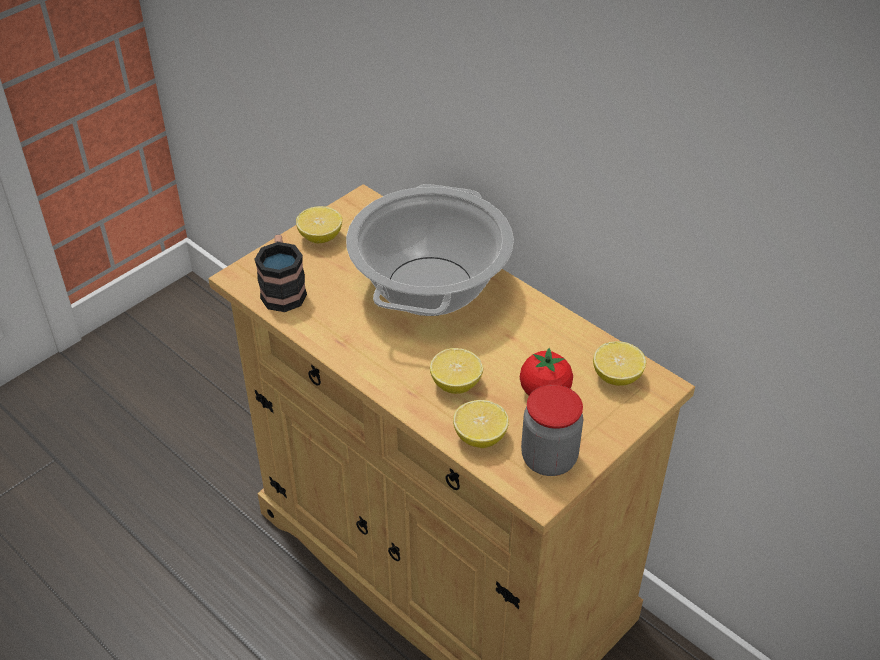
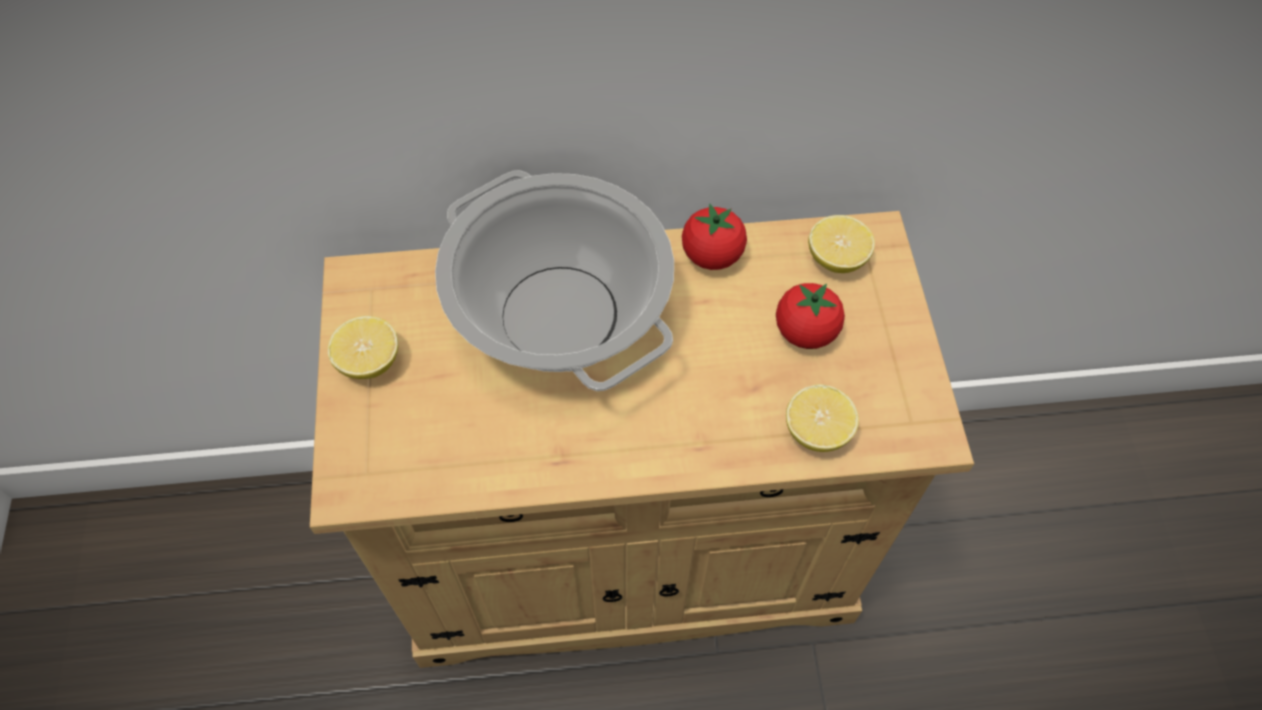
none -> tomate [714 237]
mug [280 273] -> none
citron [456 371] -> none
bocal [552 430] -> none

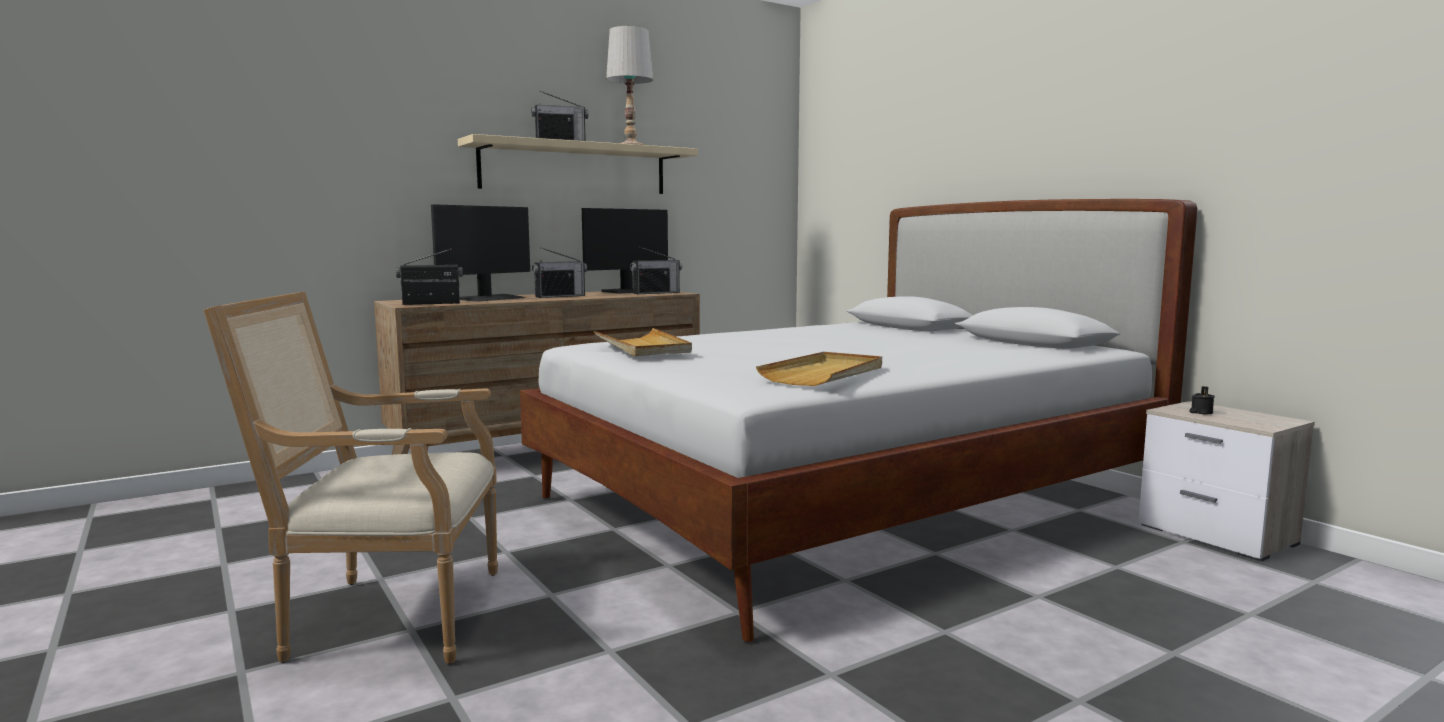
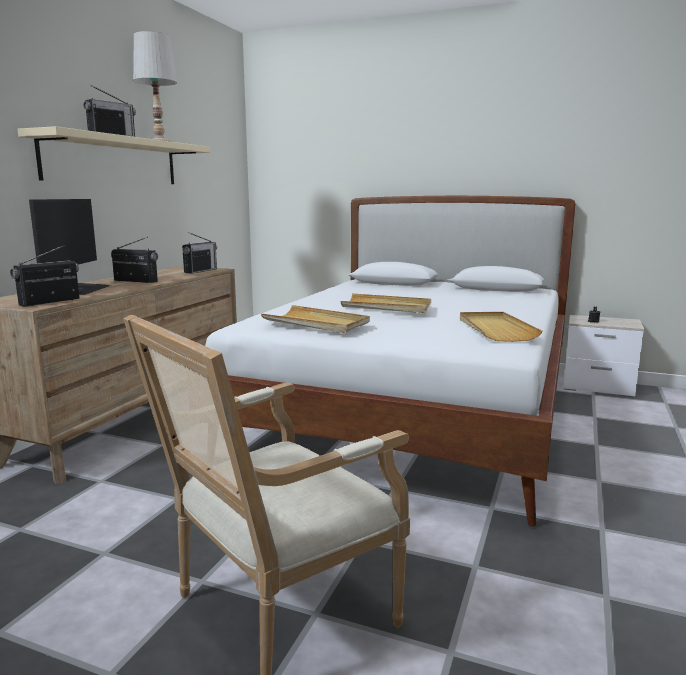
radio [559 272] -> radio [134 260], 90 degrees counterclockwise
none -> plateau [beige] [386 303]
écran d'ordinateur [625 251] -> none

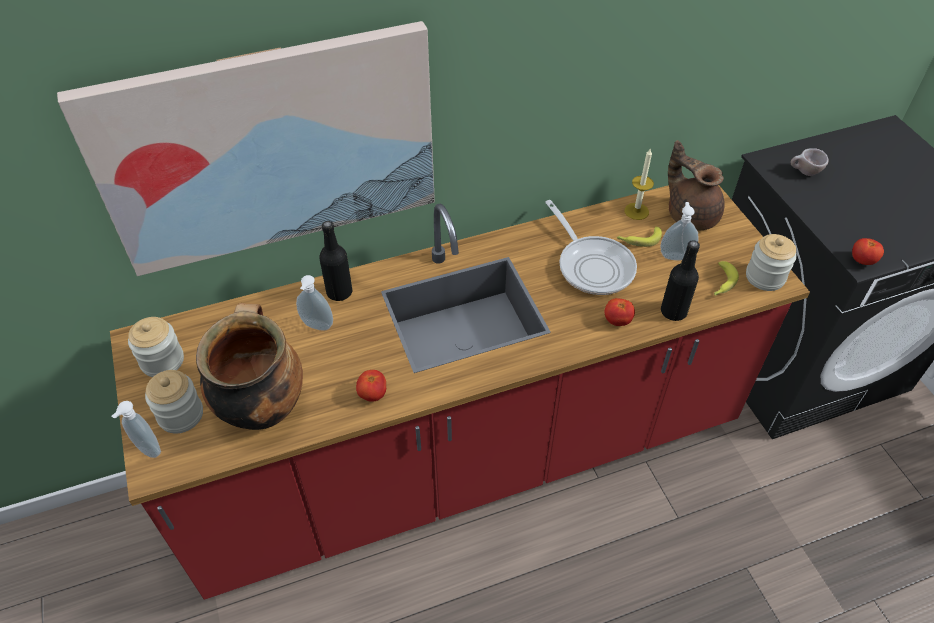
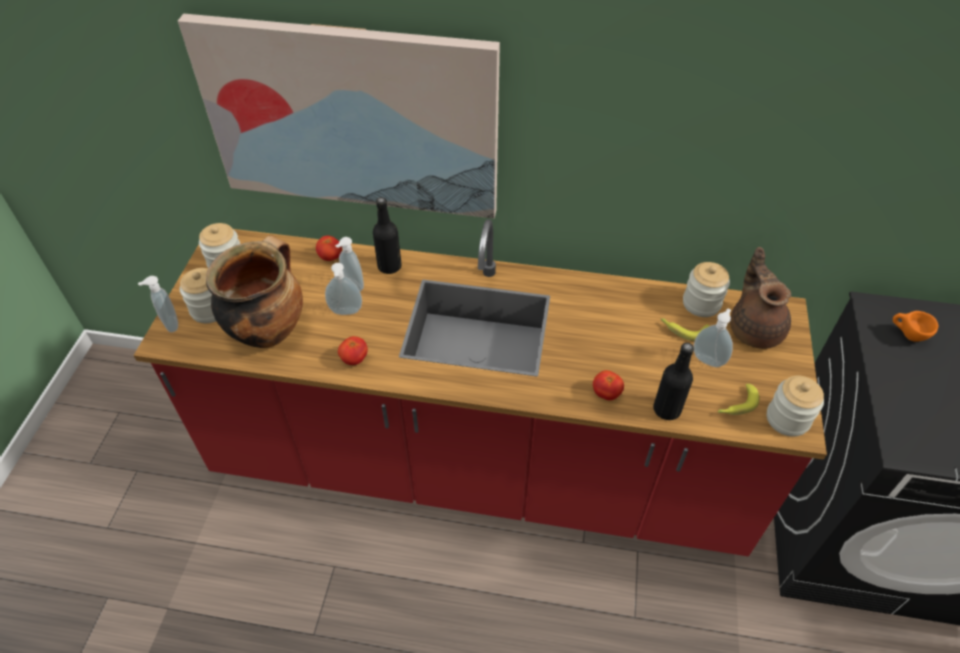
tomate [868 251] -> tomate [329 248], relocated
none -> distributeur de savon [343 289]
bougie [639 184] -> bocal [706 289]
tasse [beige] [810 162] -> tasse [orange] [915 326]
poêle [591 247] -> none

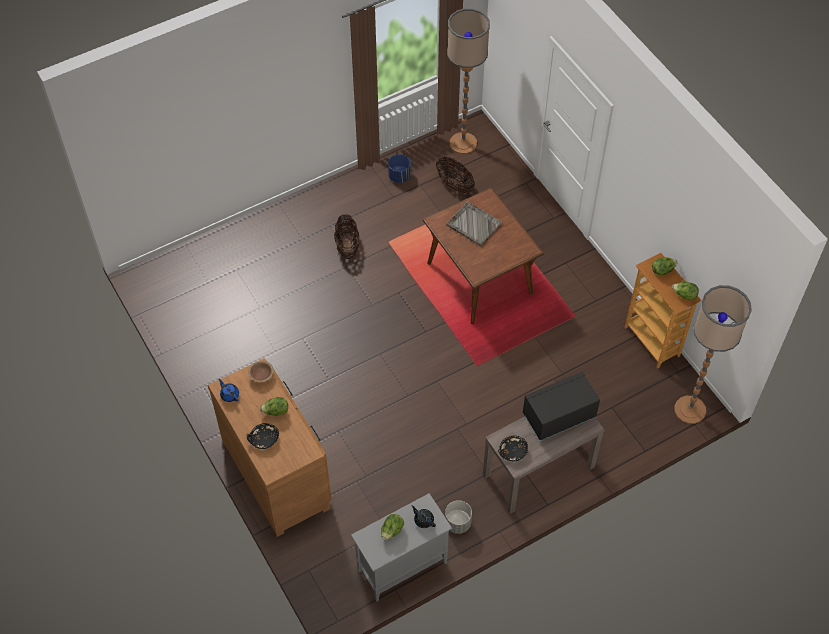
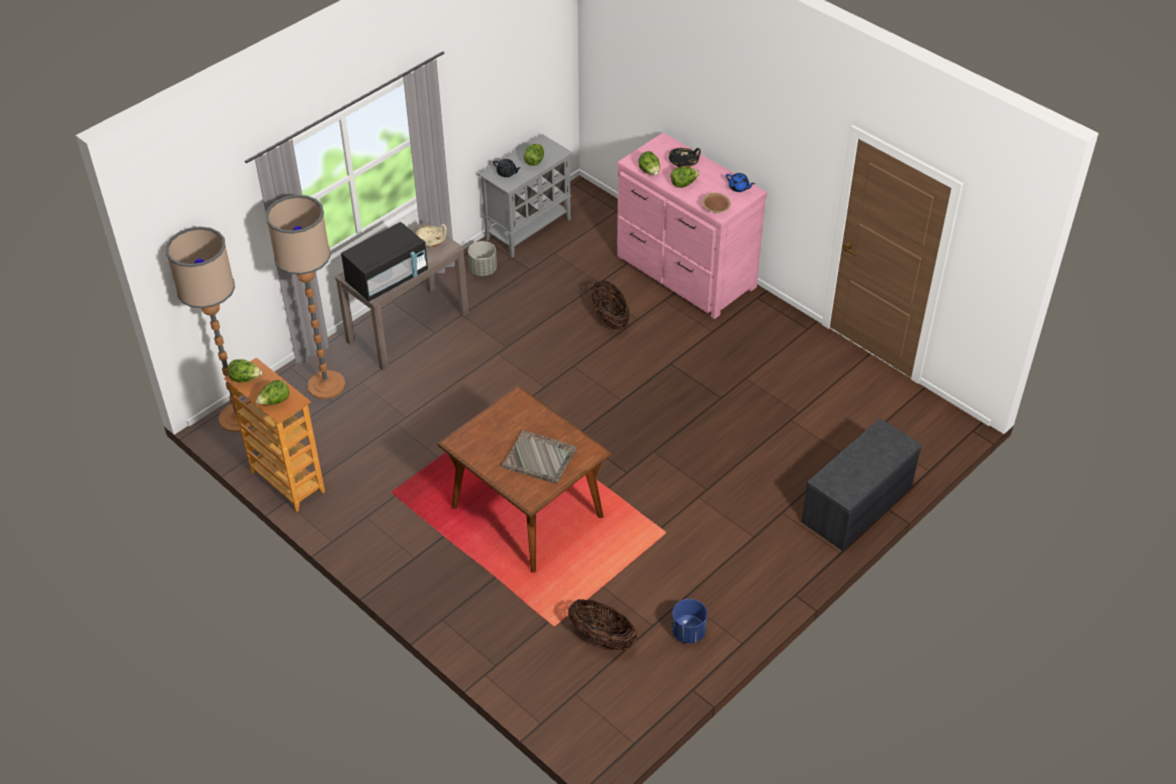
lampadaire [468 81] -> lampadaire [305 297], relocated
bol [noir] [513 448] -> bol [beige] [431 235]
panier [346 236] -> panier [610 305], relocated
commode [marron] [269 447] -> commode [rose] [692 226]
none -> laitue [649 163]
none -> banc [gris] [861 485]

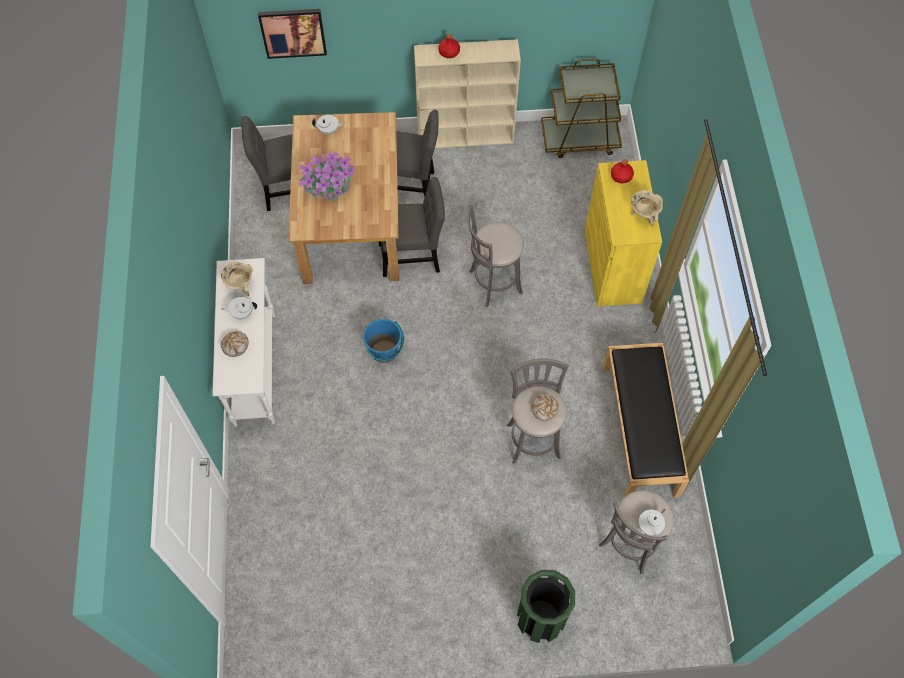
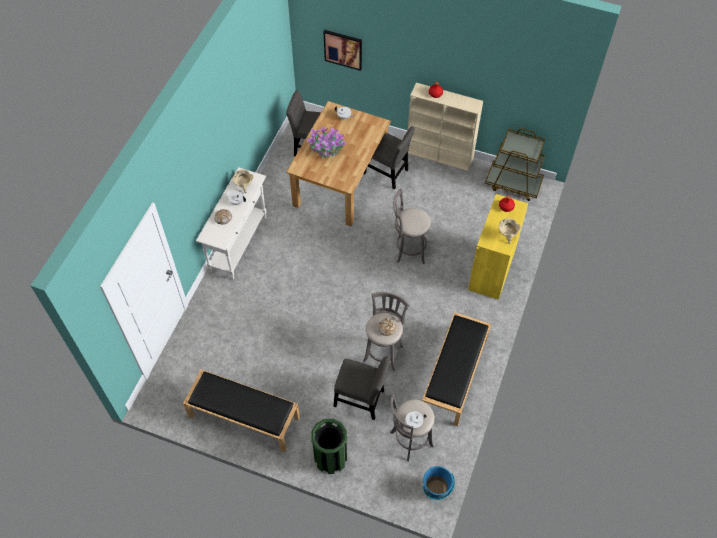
none -> banc [noir] [241 411]
chaise [gris] [412 227] -> chaise [gris] [361 388], relocated
seau [bleu] [383 341] -> seau [bleu] [439 483], relocated

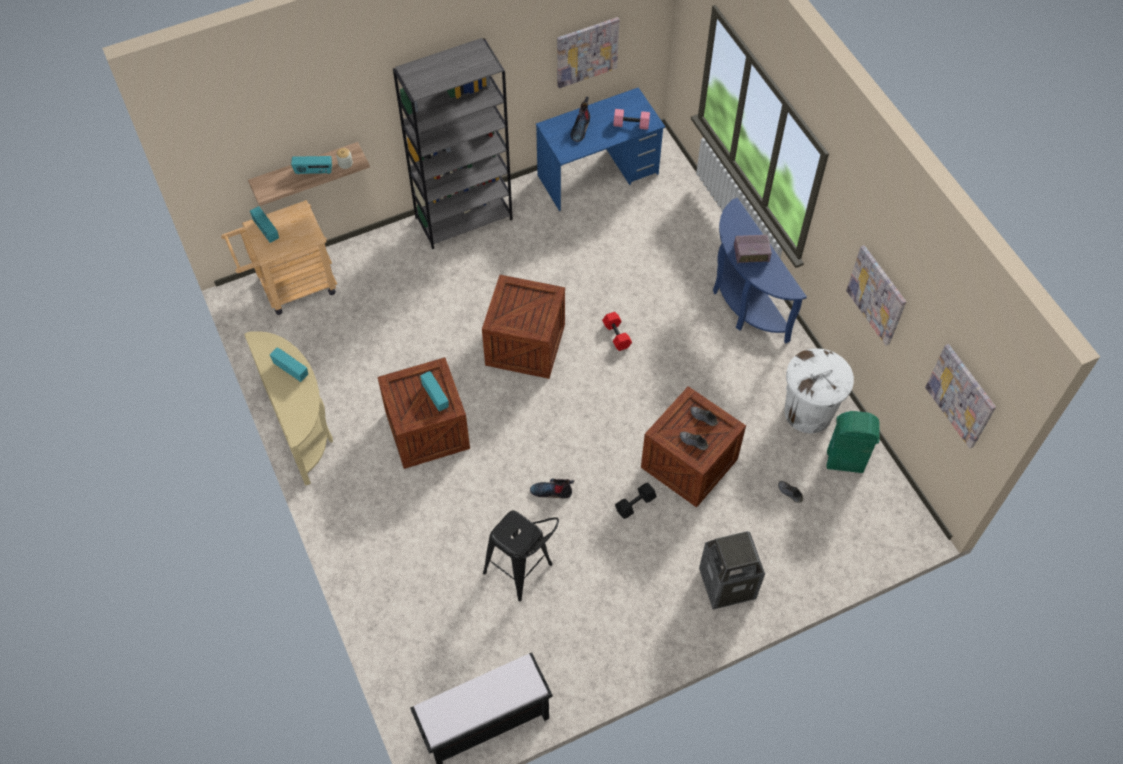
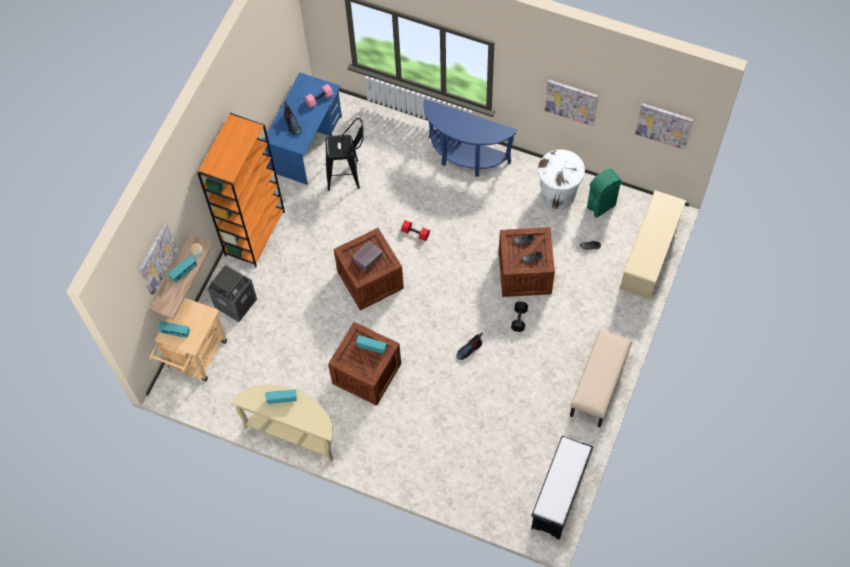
tableau [588 52] -> tableau [158 259], relocated
bibliothèque [gris] [453 143] -> bibliothèque [orange] [241 190]
poubelle [732 570] -> poubelle [232 293], relocated
tabouret [noir] [521 556] -> tabouret [noir] [345 154], relocated
radio [753 249] -> radio [367 256], relocated
none -> banc [beige] [601 378]
none -> étagère à chaussures [beige] [653 244]

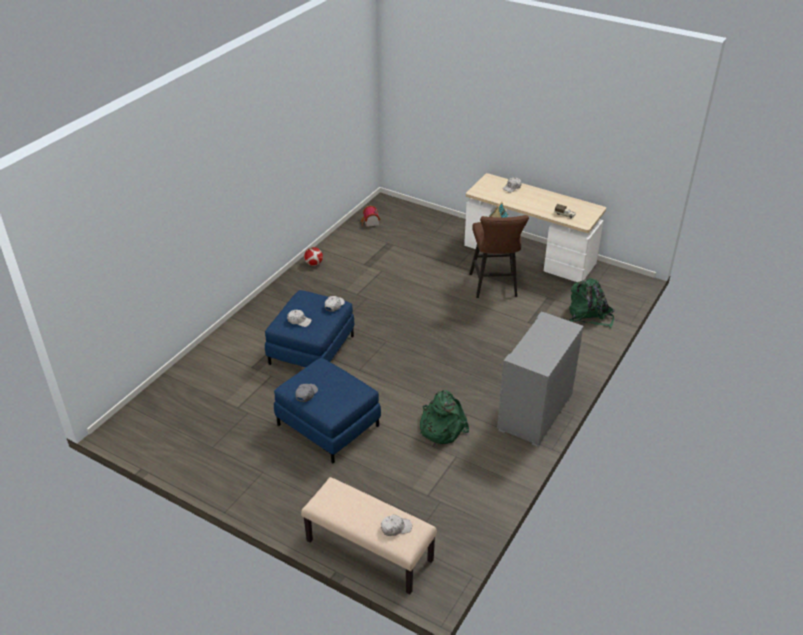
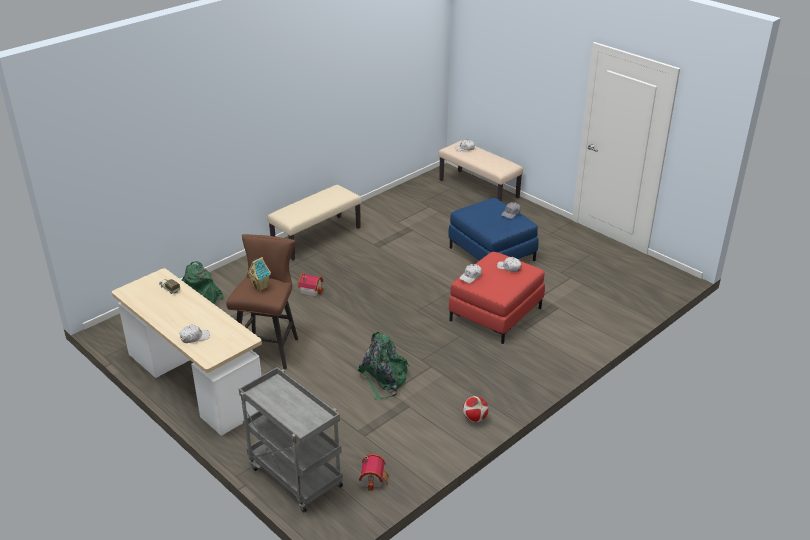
none -> chariot [gris] [291 440]
commode [gris] [540 379] -> banc [beige] [314 222]
none -> maison miniature [310 285]
sac à dos [vert] [444 417] -> sac à dos [vert] [384 366], relocated
pouf [bleu] [309 328] -> pouf [rouge] [497 298]

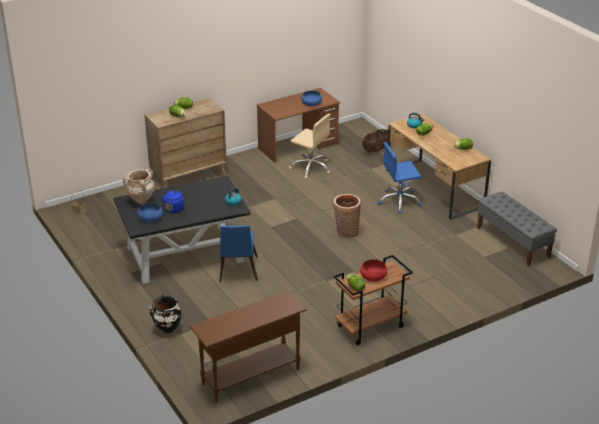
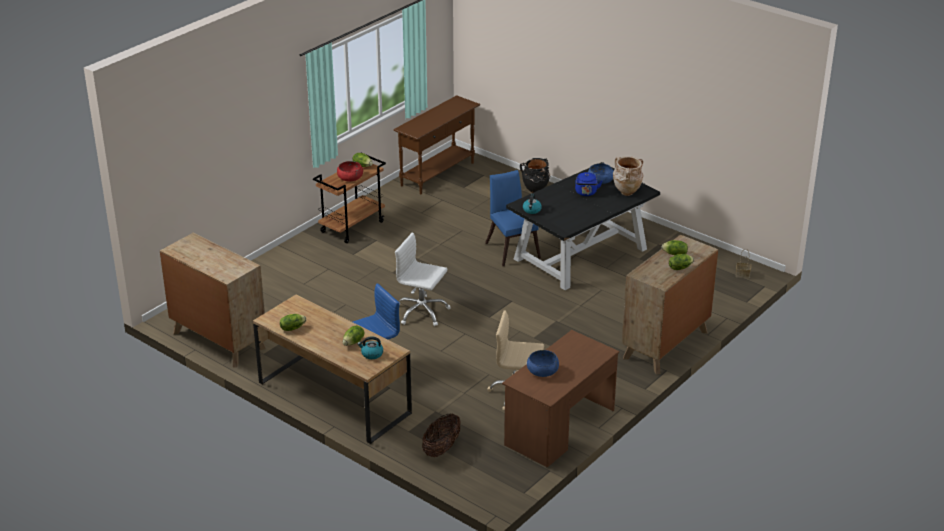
banc [gris] [517 229] -> commode [marron] [213 300]
panier [347 216] -> chaise de bureau [blanc] [423 279]

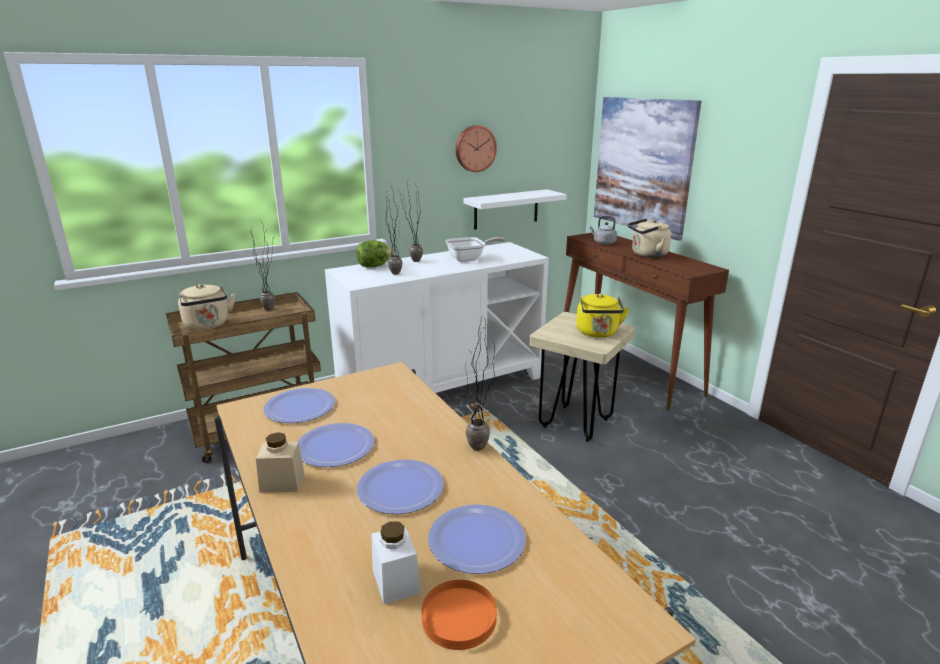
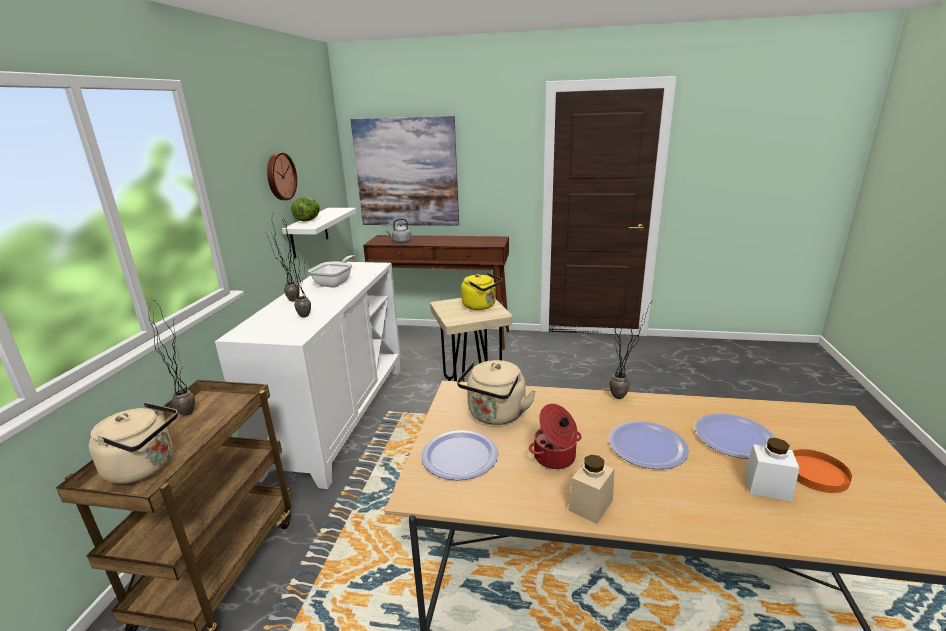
laitue [374 254] -> laitue [305 209], relocated
bouilloire [beige] [649 238] -> bouilloire [beige] [496 392], relocated
assiette [336 445] -> marmite [555 436]

